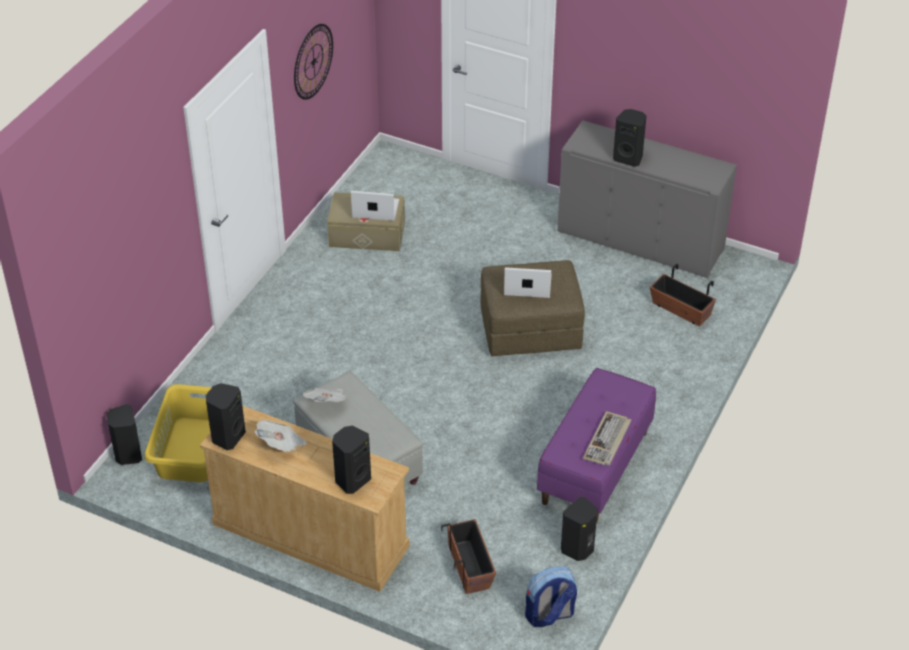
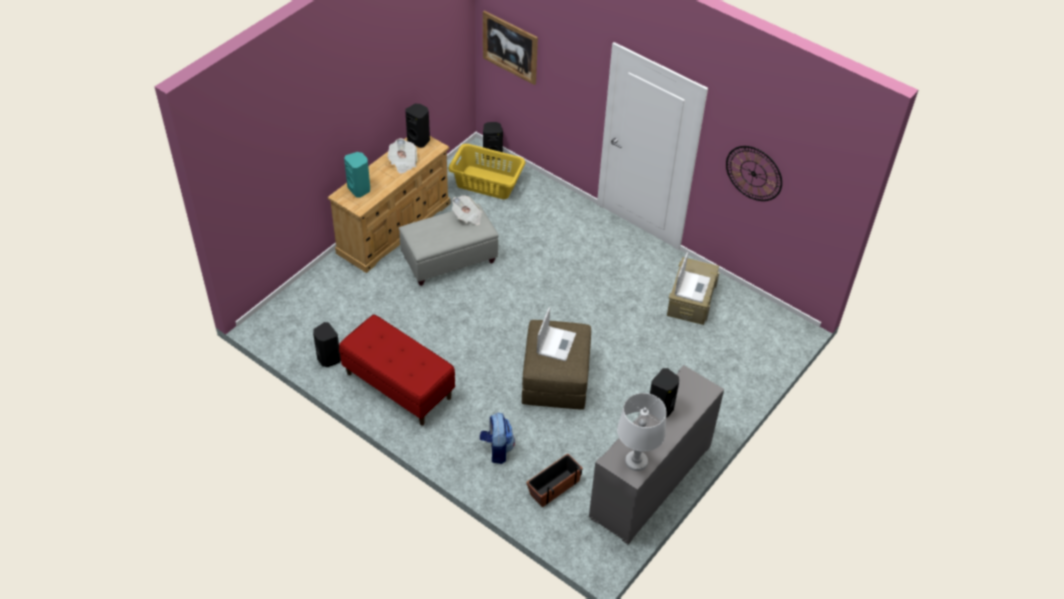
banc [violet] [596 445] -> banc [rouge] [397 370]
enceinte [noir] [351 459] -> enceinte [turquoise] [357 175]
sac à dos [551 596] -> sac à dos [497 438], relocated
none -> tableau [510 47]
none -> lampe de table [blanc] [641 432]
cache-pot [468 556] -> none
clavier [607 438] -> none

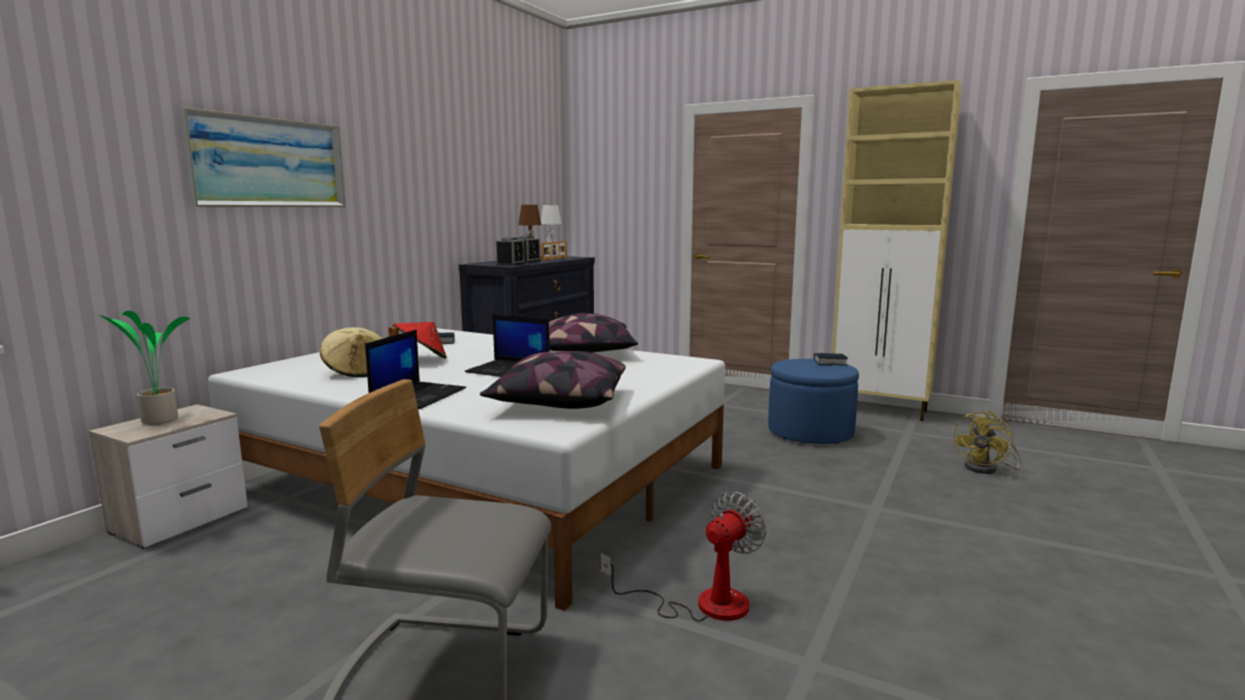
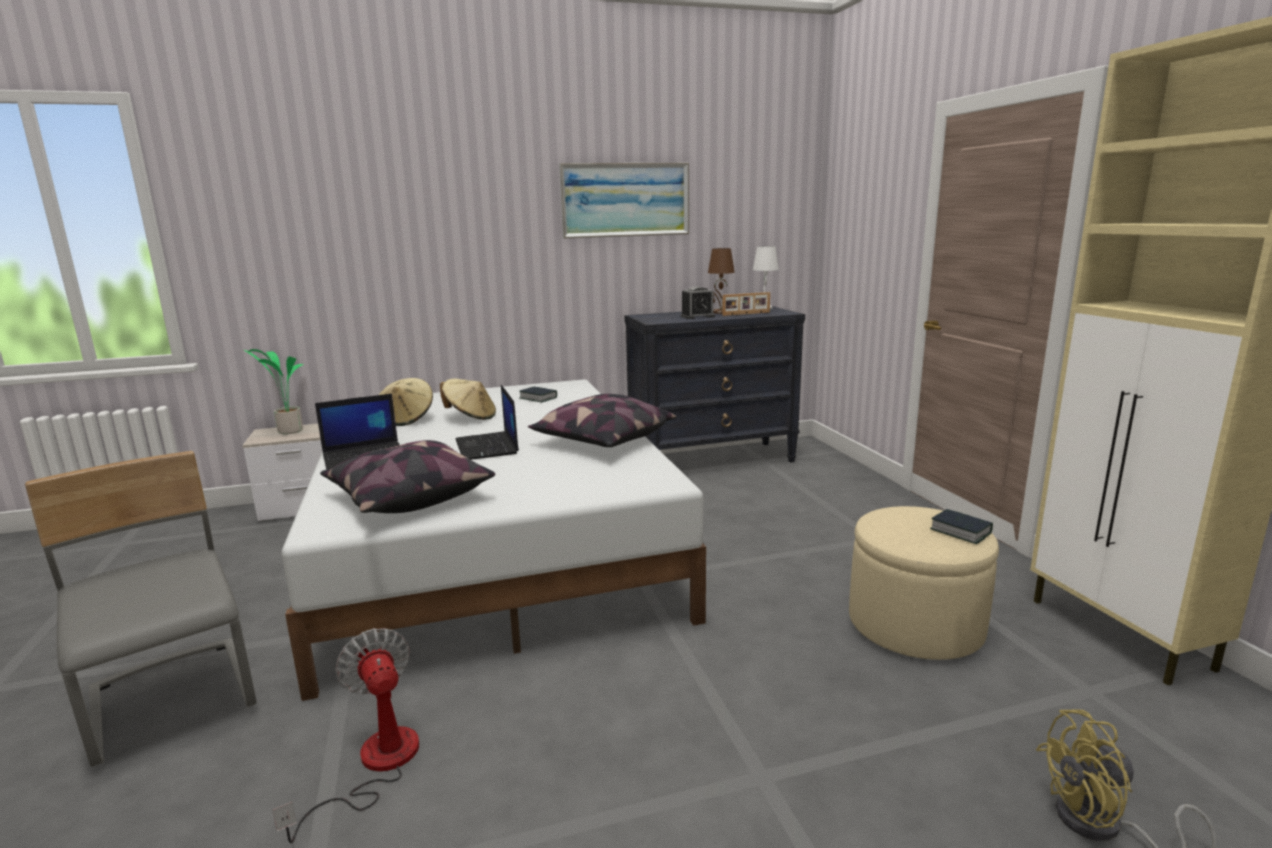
ventilateur [683 557] -> ventilateur [345 735], 120 degrees counterclockwise
chapeau [rouge] [417 340] -> chapeau [beige] [468 399]
tableau [262 157] -> tableau [624 200], relocated
pouf [bleu] [813 401] -> pouf [beige] [924 583]
réveil [510 251] -> none

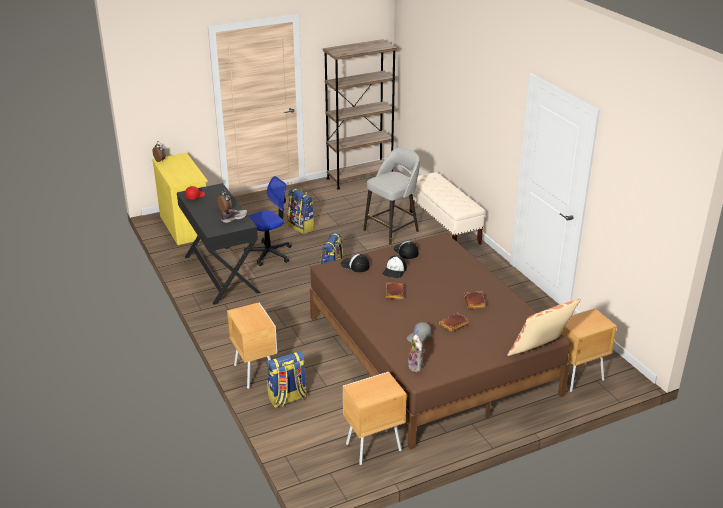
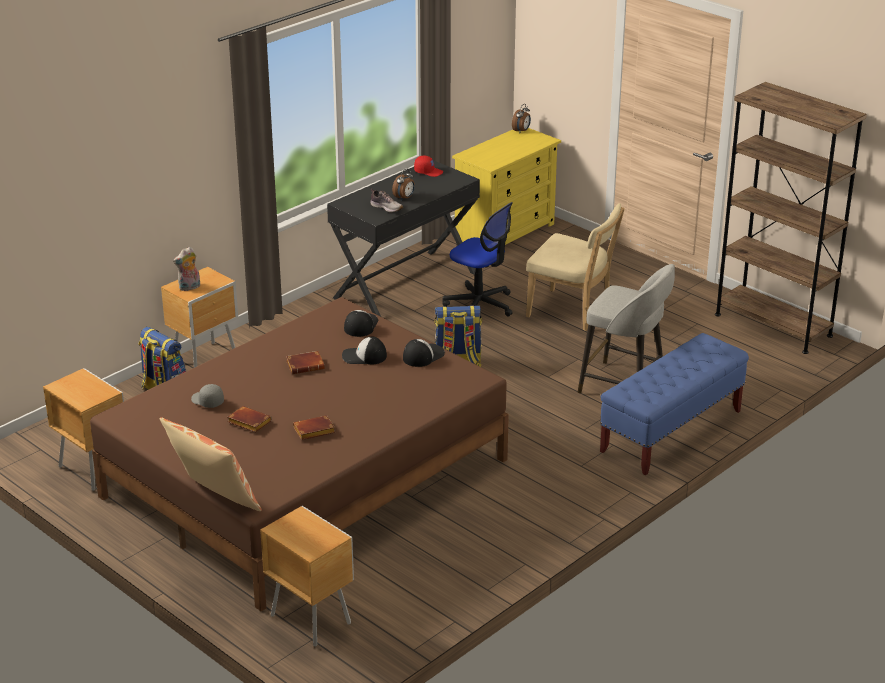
peluche [416 353] -> peluche [186 269], relocated
sac à dos [301 211] -> chaise [beige] [575 267]
banc [beige] [447 208] -> banc [bleu] [674 404]

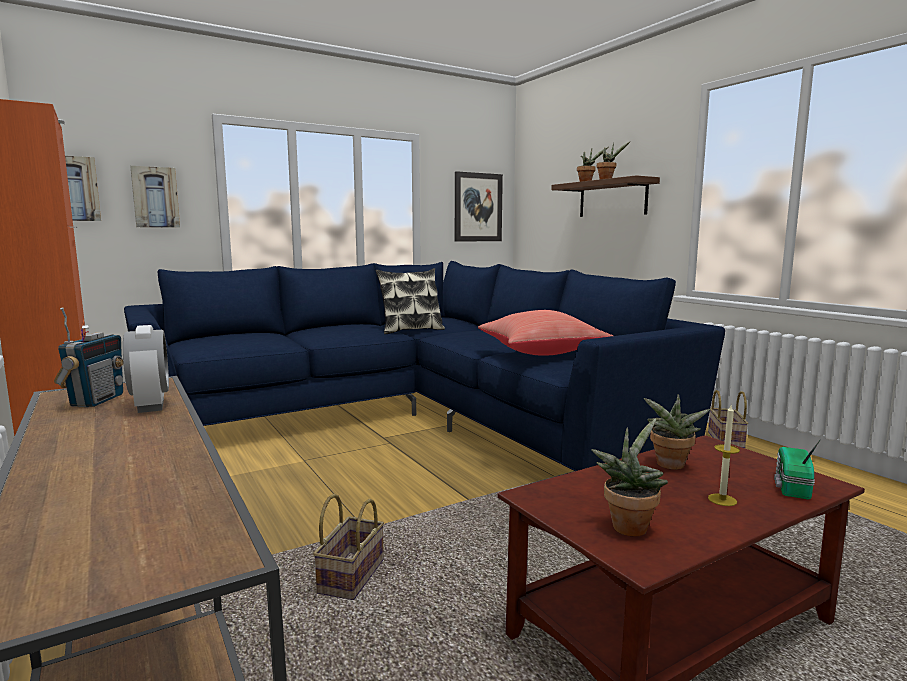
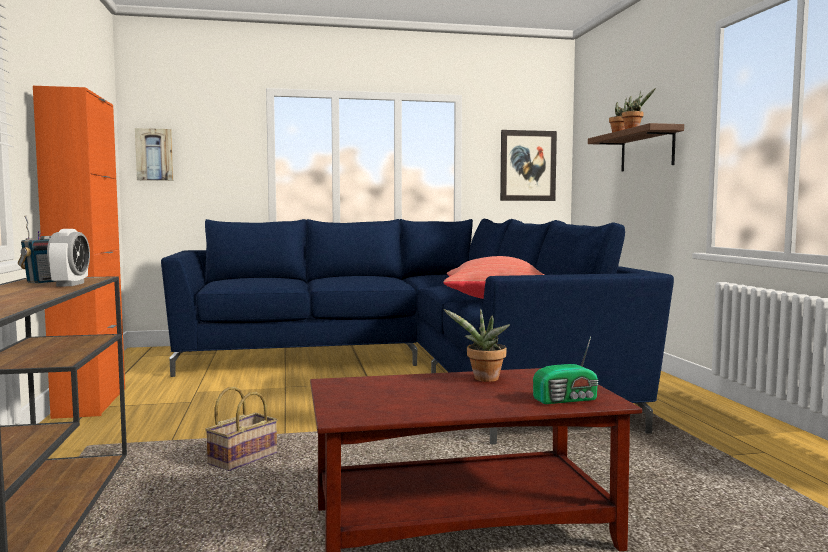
radio [797 469] -> radio [566 370], 150 degrees counterclockwise
tableau [155 197] -> none
coussin [410 301] -> none
plante en pot [629 478] -> none
panier [728 419] -> none
bougie [724 455] -> none

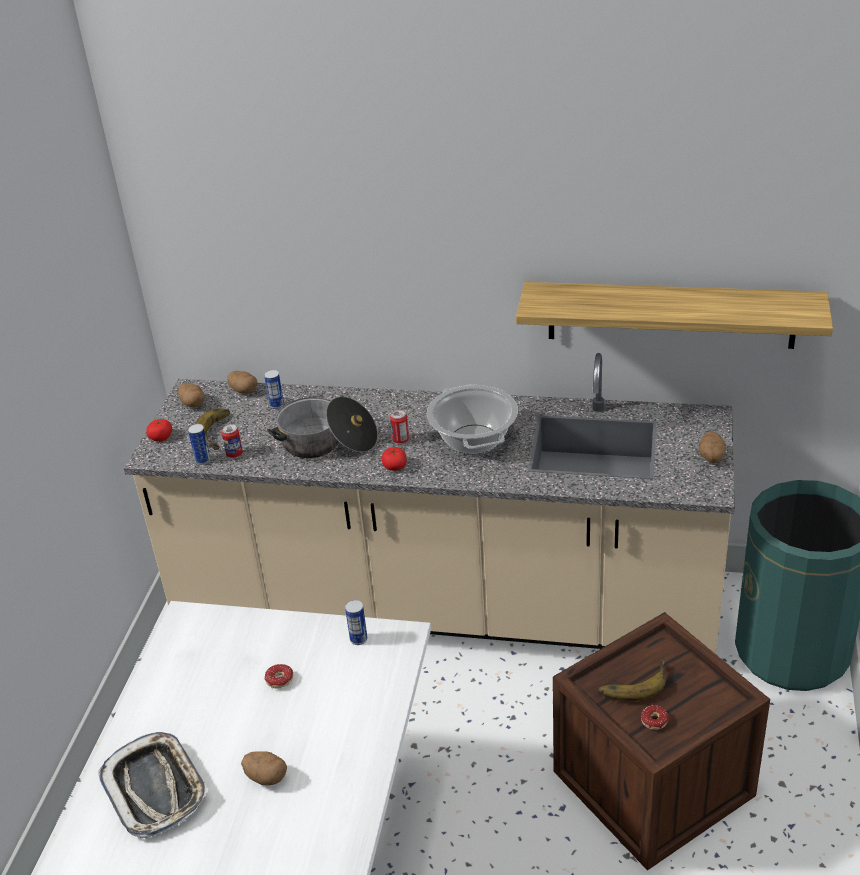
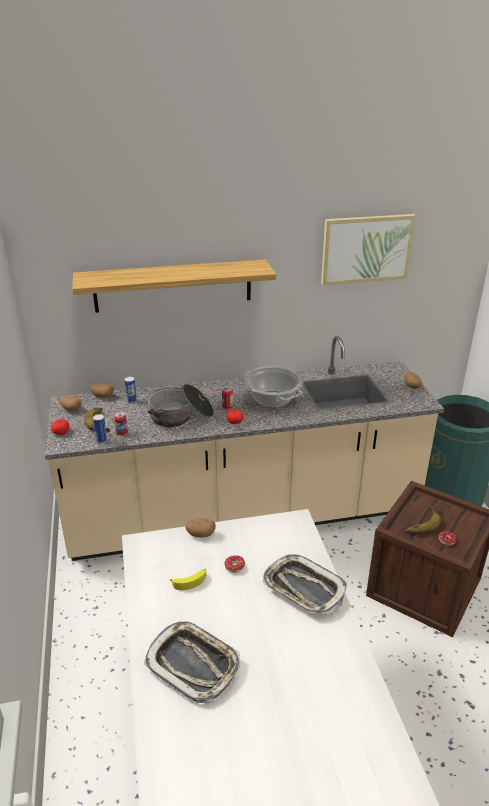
étagère [674 315] -> étagère [174 286], relocated
none -> banane [188 579]
pomme de terre [264 768] -> pomme de terre [200 528], relocated
none -> plateau [305 584]
none -> tableau [368 249]
boîte métallique [356 622] -> none

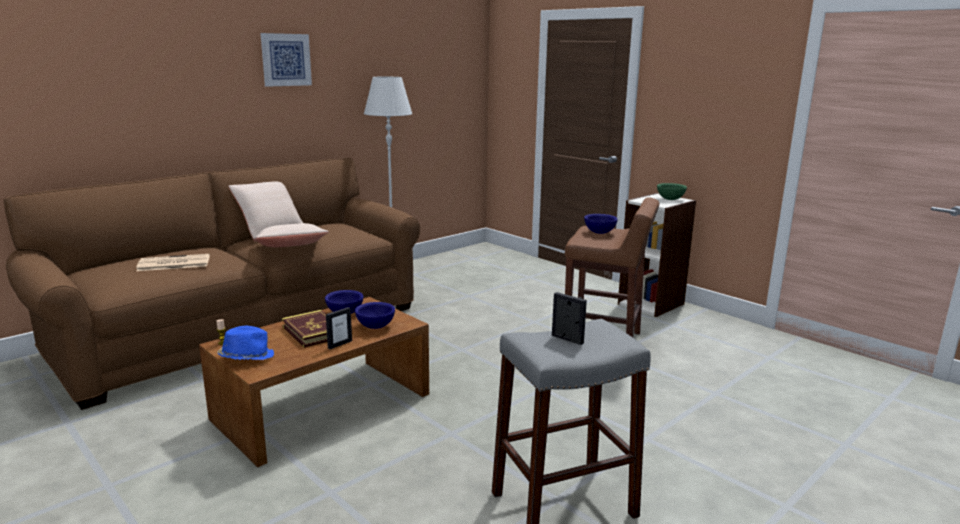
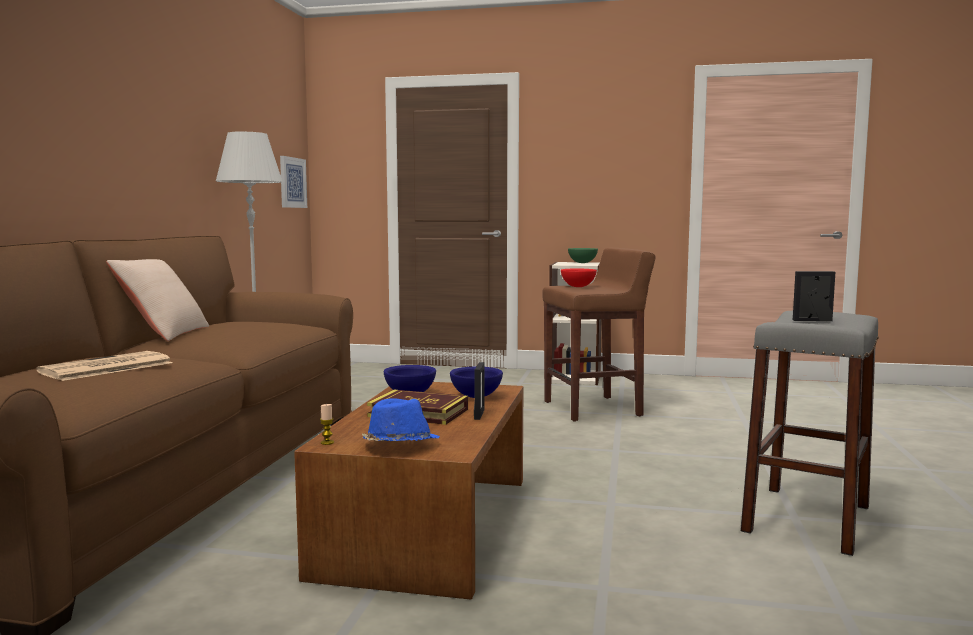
tableau [286 60] -> tableau [293 182], relocated
bol [bleu] [601 224] -> bol [rouge] [579 278]
coussin [beige] [291 235] -> none

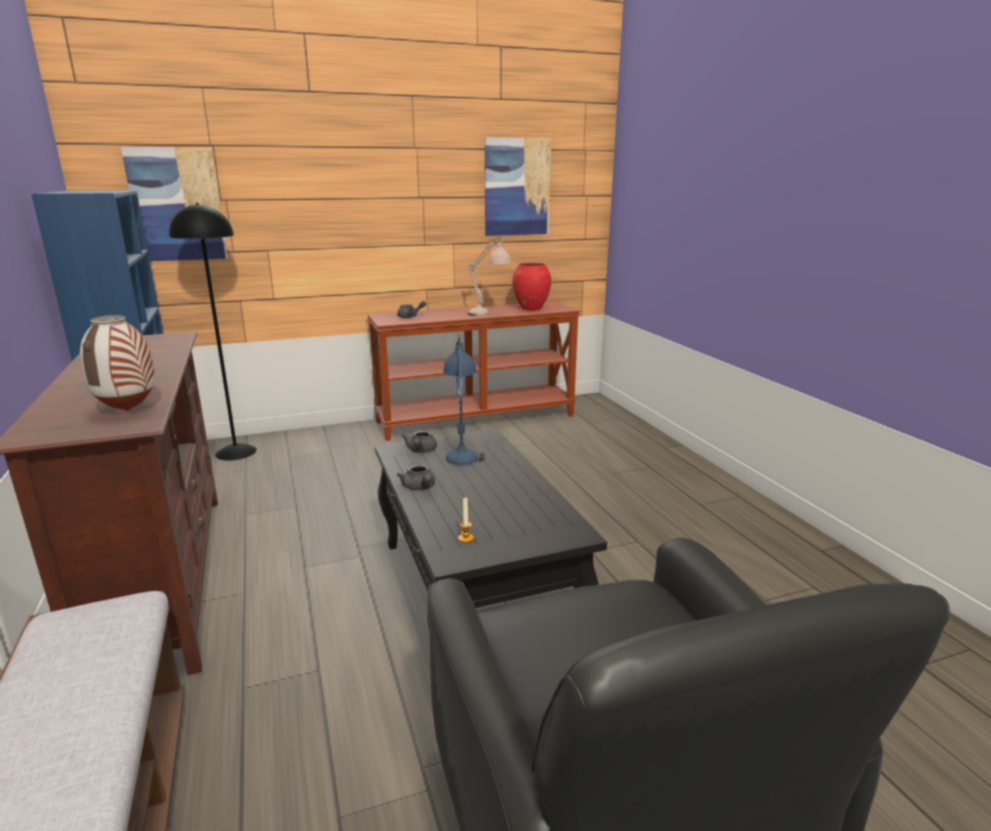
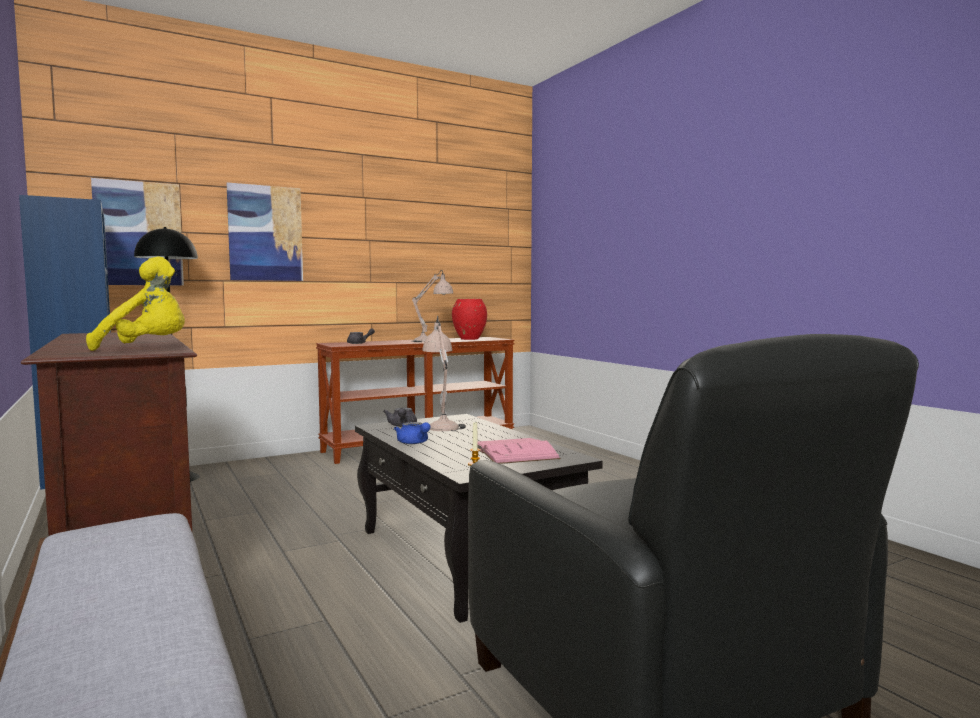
vase [117 363] -> peluche [jaune] [135 303]
tableau [518 186] -> tableau [264 231], relocated
théière [gris] [416 477] -> théière [bleu] [412 433]
lampe de table [bleu] [464 400] -> lampe de table [beige] [444 373]
none -> livre [rose] [516 451]

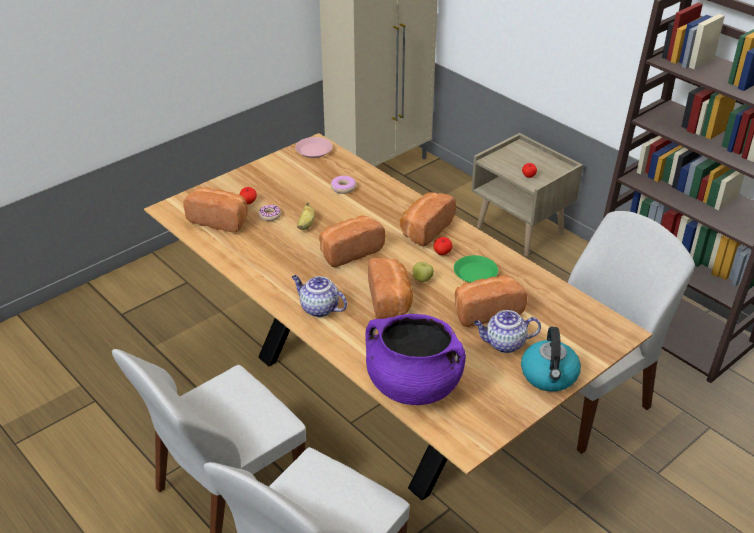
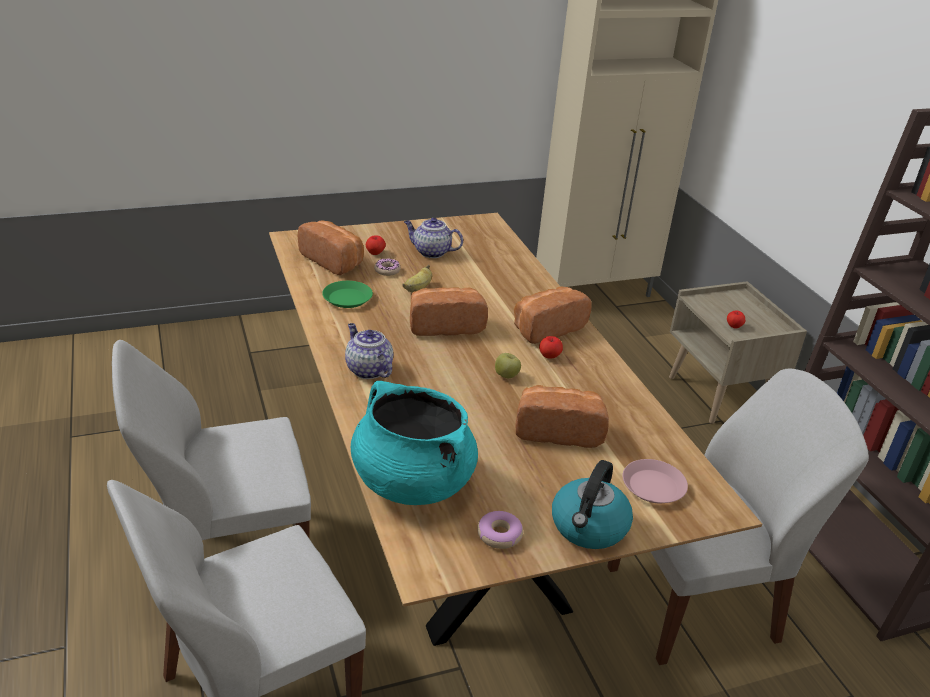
assiette [vert] [476 269] -> assiette [vert] [347 294], relocated
marmite [violet] [415 359] -> marmite [turquoise] [414 443]
théière [507 331] -> théière [433 238], relocated
beignet [343 185] -> beignet [500 530], relocated
assiette [rose] [313 147] -> assiette [rose] [655 481], relocated
pain [390 288] -> none

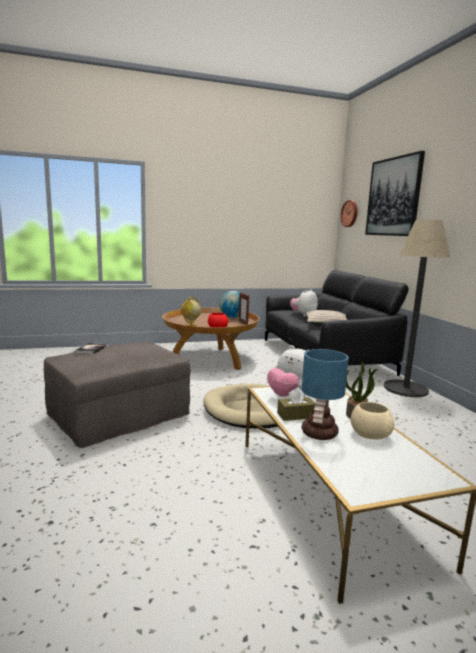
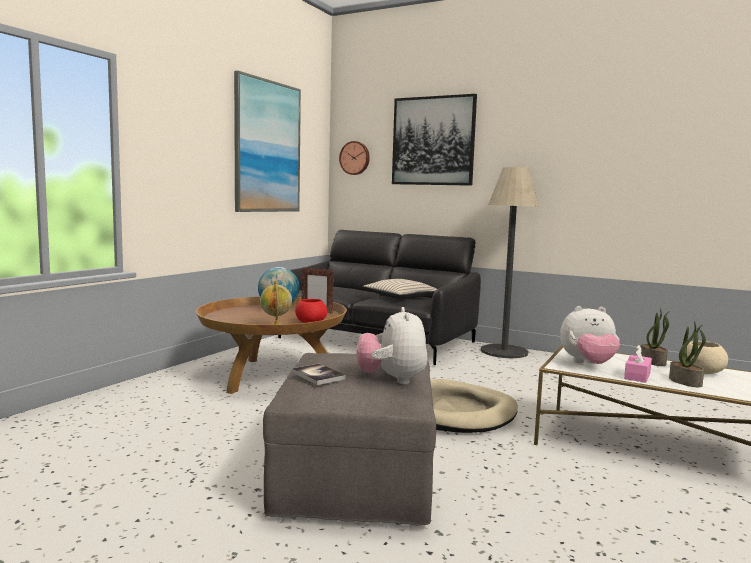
none -> tableau [267 141]
peluche [304 303] -> peluche [391 345], relocated
boîte à mouchoirs [marron] [296 404] -> boîte à mouchoirs [rose] [638 363]
lampe de table [325 394] -> plante en pot [687 354]

